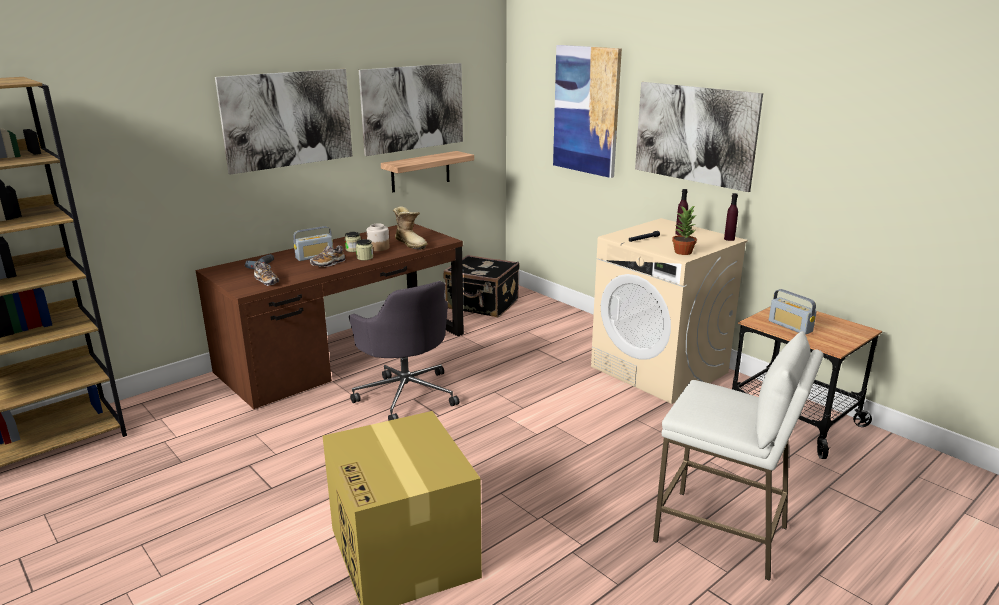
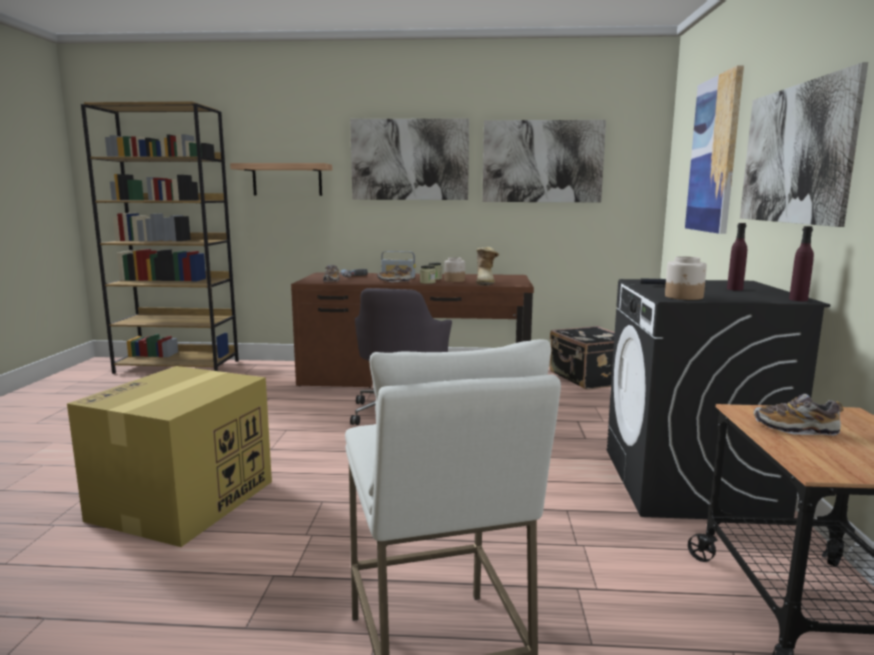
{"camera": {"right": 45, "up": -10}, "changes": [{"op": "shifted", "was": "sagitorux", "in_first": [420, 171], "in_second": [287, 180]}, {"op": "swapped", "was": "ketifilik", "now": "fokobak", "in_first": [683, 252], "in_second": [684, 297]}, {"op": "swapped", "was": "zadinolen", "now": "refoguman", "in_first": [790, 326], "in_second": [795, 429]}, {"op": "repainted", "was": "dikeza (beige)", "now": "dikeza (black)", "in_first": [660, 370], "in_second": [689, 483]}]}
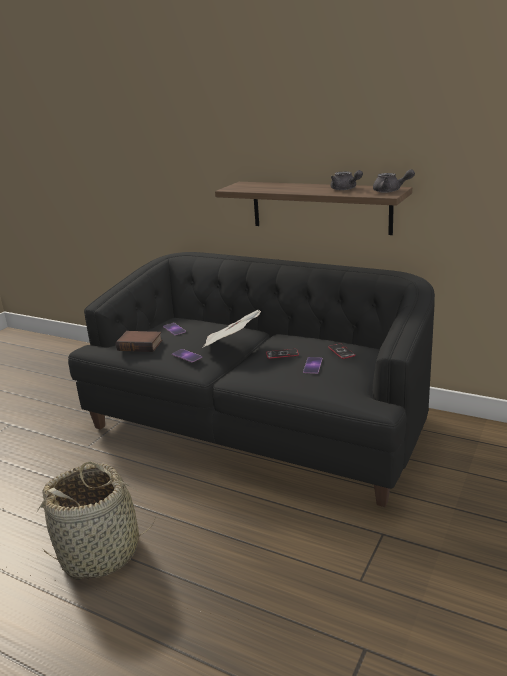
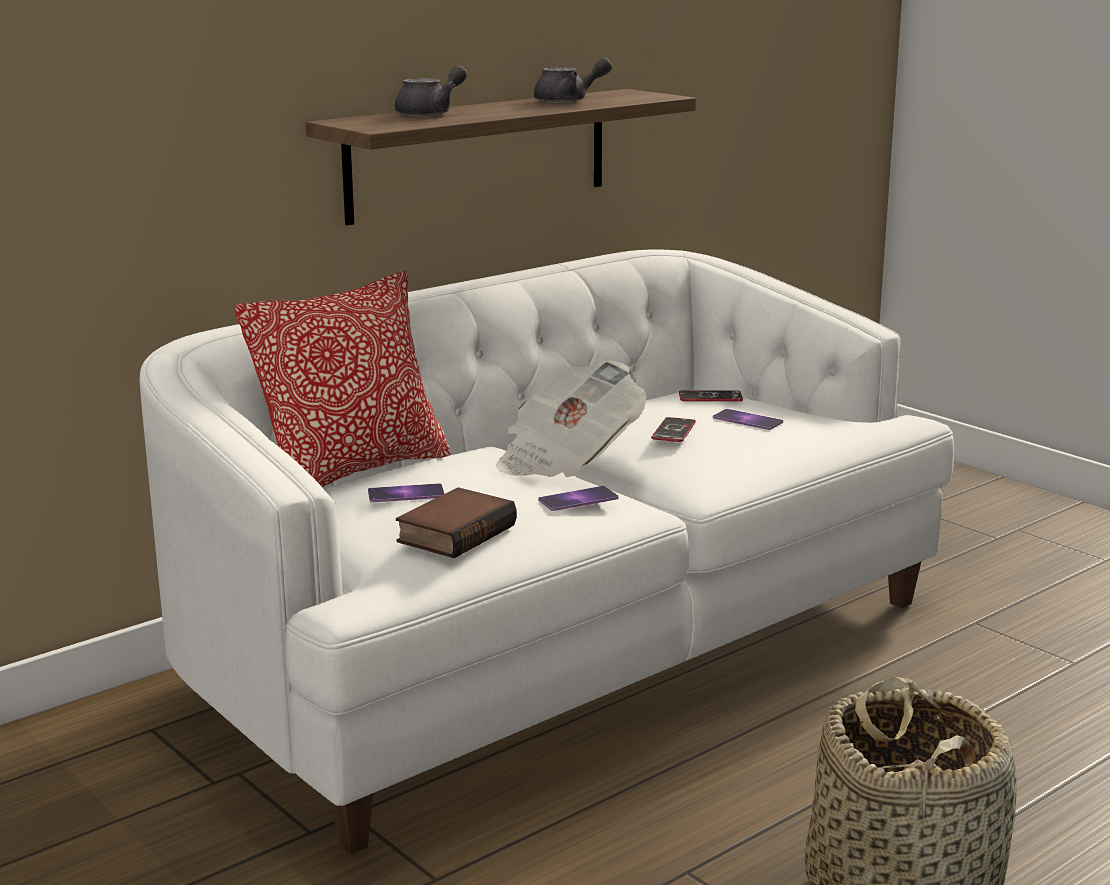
{"camera": {"right": -70, "up": -5}, "changes": [{"op": "new", "now": "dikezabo", "in_second": [353, 471]}, {"op": "shifted", "was": "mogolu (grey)", "in_first": [390, 191], "in_second": [431, 113]}, {"op": "repainted", "was": "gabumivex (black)", "now": "gabumivex (white)", "in_first": [259, 424], "in_second": [557, 649]}]}
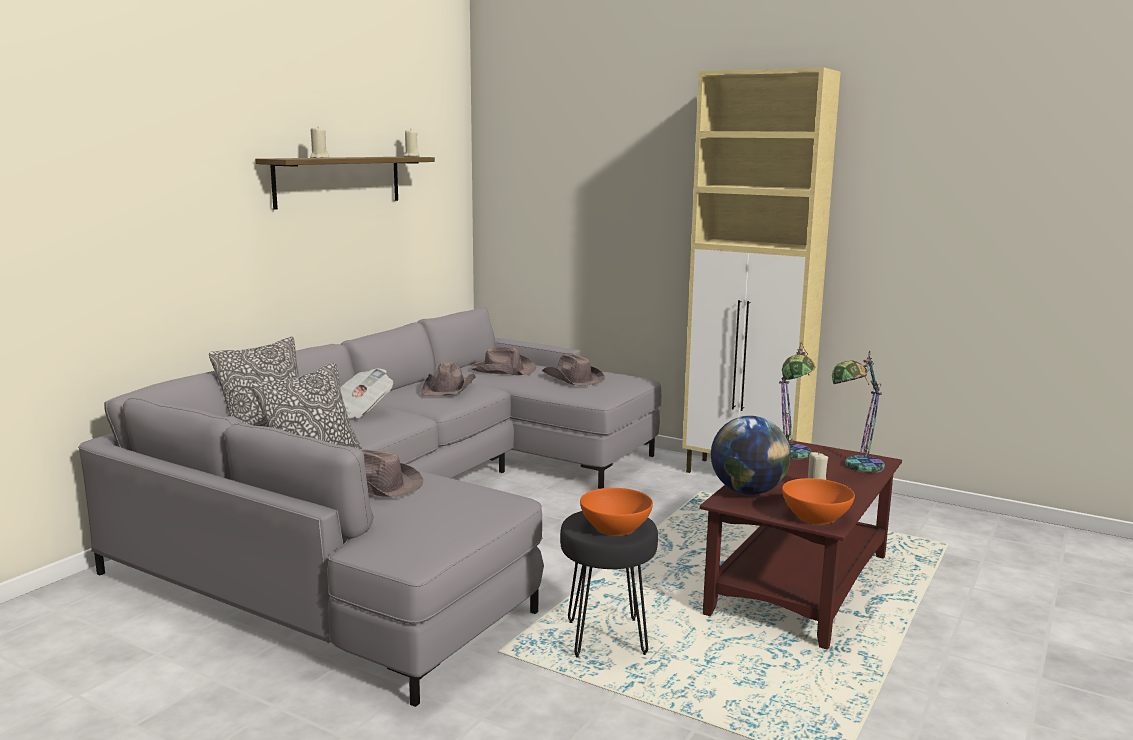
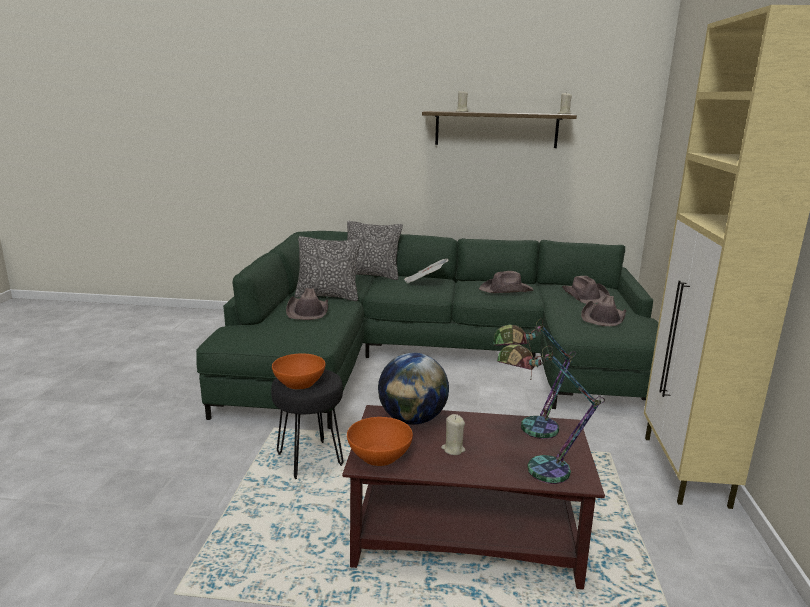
{"camera": {"right": 65, "up": 5}, "changes": [{"op": "repainted", "was": "gabumivex (grey)", "now": "gabumivex (green)", "in_first": [412, 512], "in_second": [433, 358]}]}
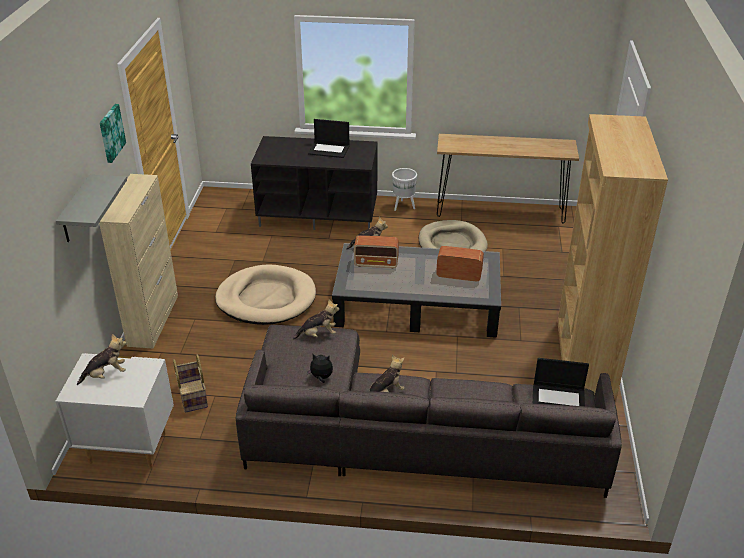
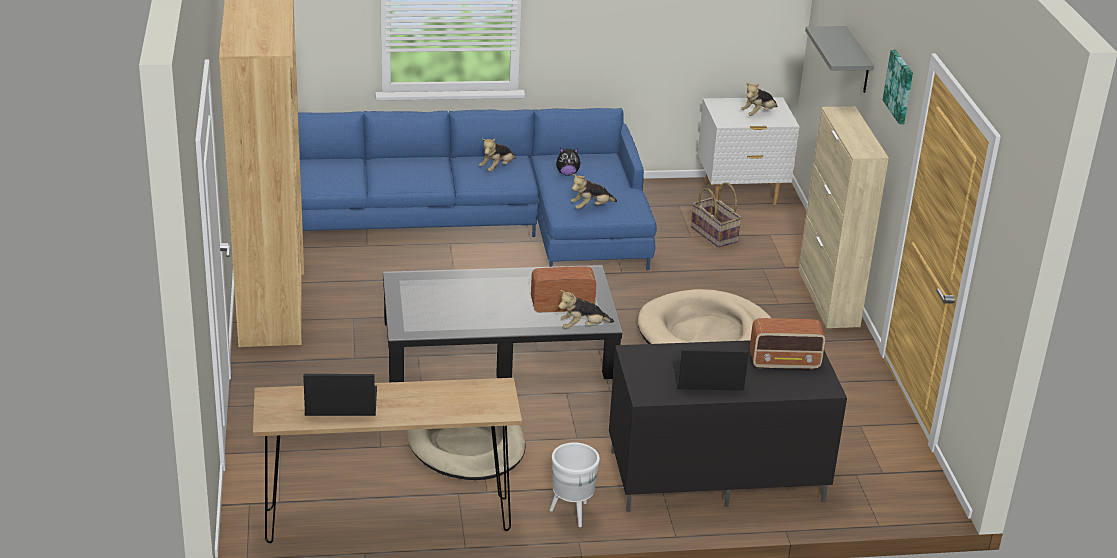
{"camera": {"right": 165, "up": -5}, "changes": [{"op": "shifted", "was": "zadinolen", "in_first": [458, 275], "in_second": [785, 362]}, {"op": "shifted", "was": "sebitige", "in_first": [559, 399], "in_second": [340, 403]}, {"op": "repainted", "was": "gabumivex (grey)", "now": "gabumivex (blue)", "in_first": [405, 435], "in_second": [475, 223]}]}
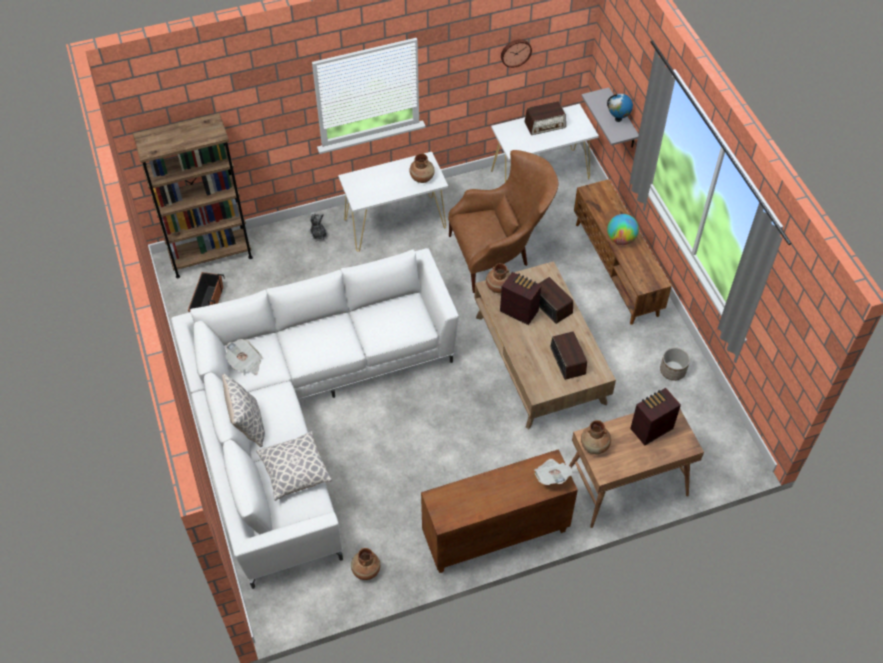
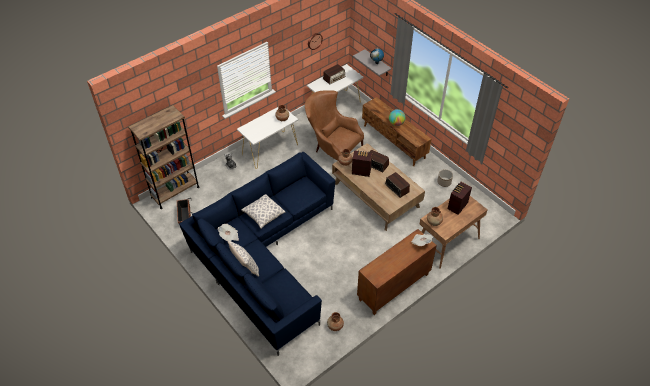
{"camera": {"right": -20, "up": -5}, "changes": [{"op": "shifted", "was": "dikezabo", "in_first": [295, 471], "in_second": [263, 215]}, {"op": "repainted", "was": "gabumivex (white)", "now": "gabumivex (blue)", "in_first": [303, 414], "in_second": [264, 258]}, {"op": "rotated", "was": "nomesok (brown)", "in_first": [500, 253], "in_second": [332, 150], "clockwise": -105}]}
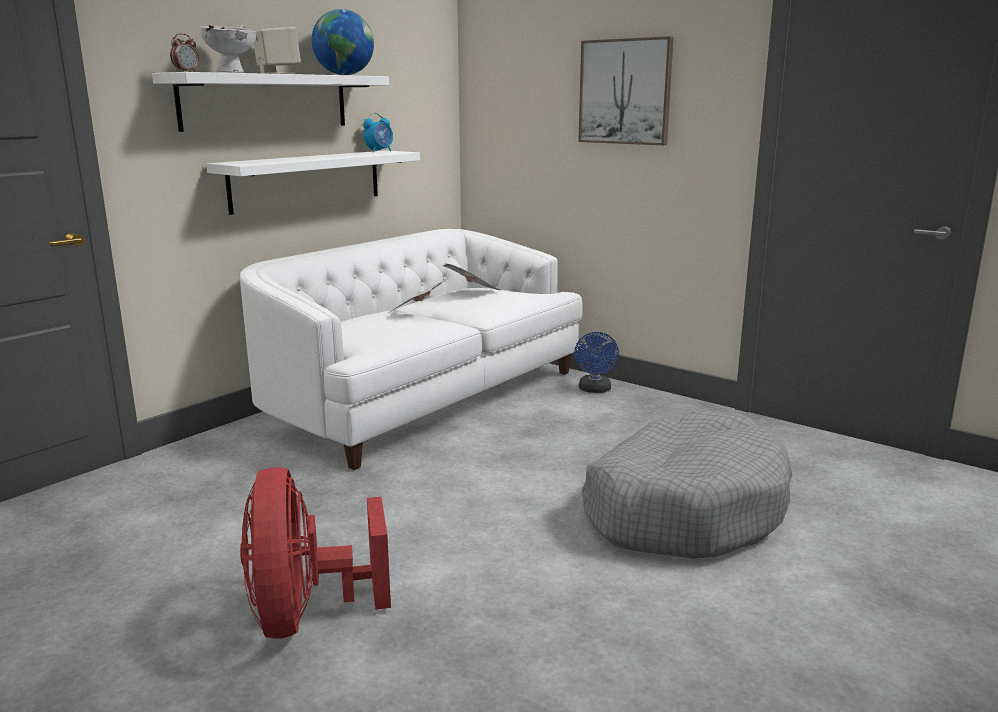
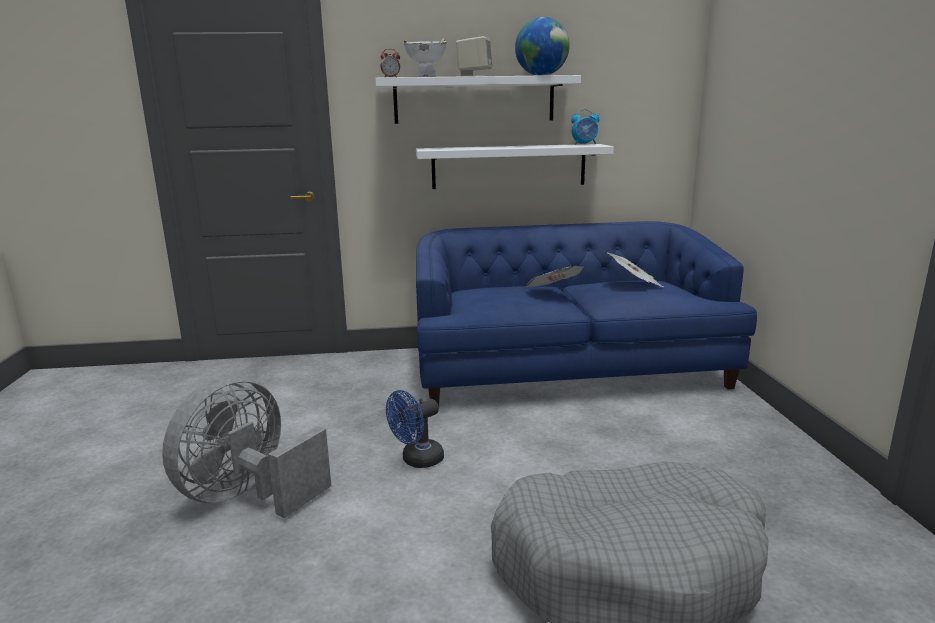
{"camera": {"right": 45, "up": 0}, "changes": [{"op": "gone", "was": "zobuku", "in_first": [625, 92]}, {"op": "shifted", "was": "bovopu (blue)", "in_first": [595, 390], "in_second": [417, 460]}, {"op": "repainted", "was": "gabumivex (white)", "now": "gabumivex (blue)", "in_first": [422, 398], "in_second": [567, 370]}, {"op": "repainted", "was": "bovopu (red)", "now": "bovopu (grey)", "in_first": [307, 615], "in_second": [249, 496]}]}
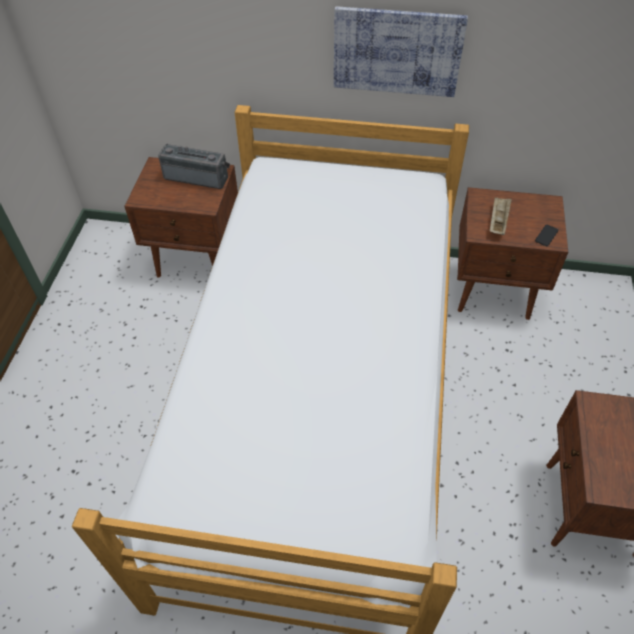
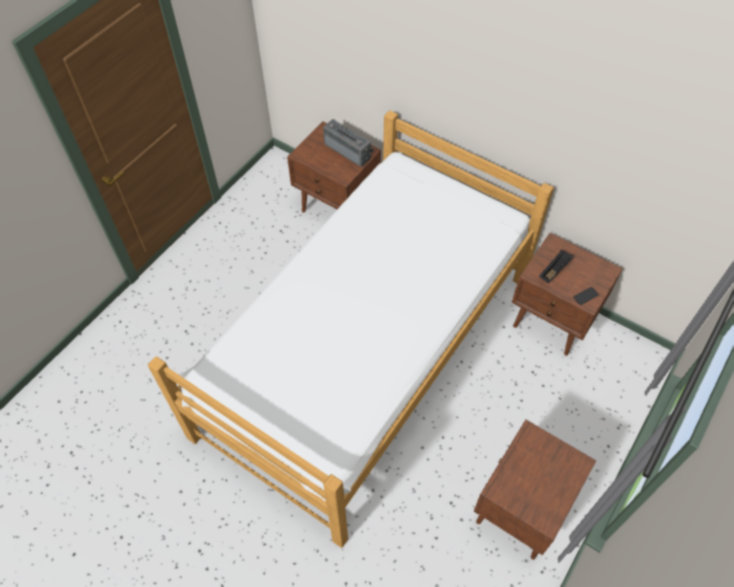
{"camera": {"right": 25, "up": 5}, "changes": [{"op": "gone", "was": "zobuku", "in_first": [397, 51]}, {"op": "repainted", "was": "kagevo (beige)", "now": "kagevo (black)", "in_first": [498, 222], "in_second": [554, 270]}]}
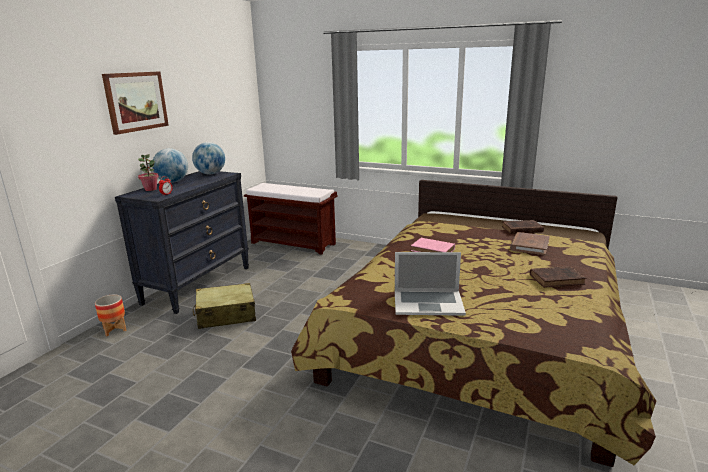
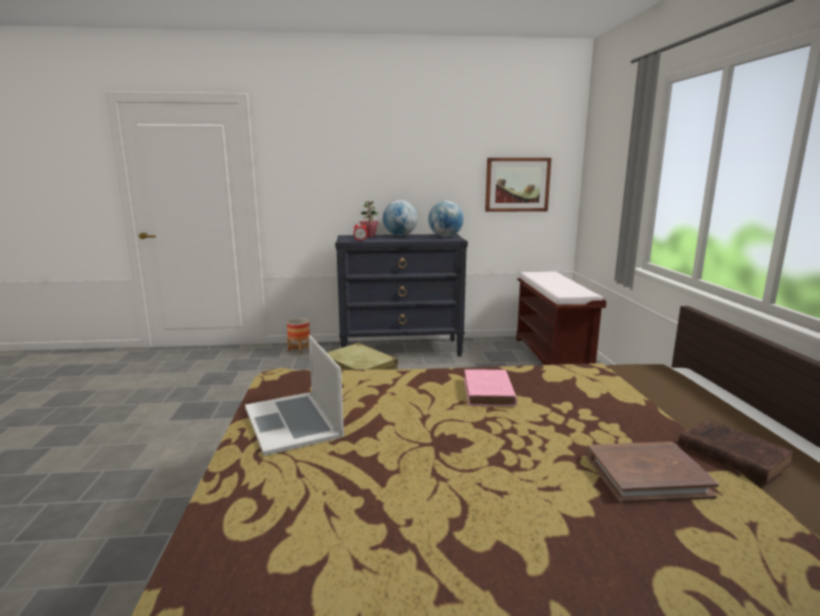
{"camera": {"right": 60, "up": -5}, "changes": [{"op": "gone", "was": "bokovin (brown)", "in_first": [558, 279]}, {"op": "shifted", "was": "zobuku", "in_first": [136, 101], "in_second": [517, 184]}]}
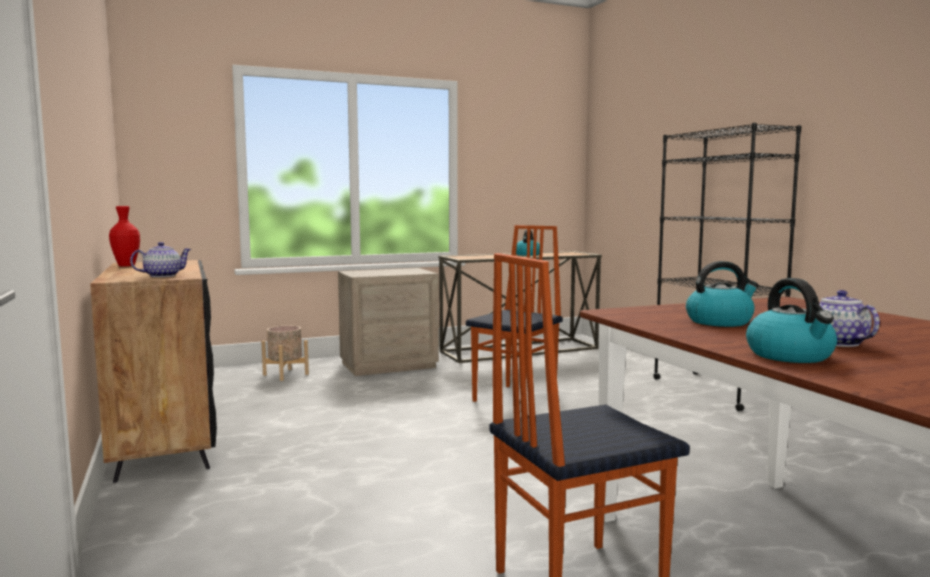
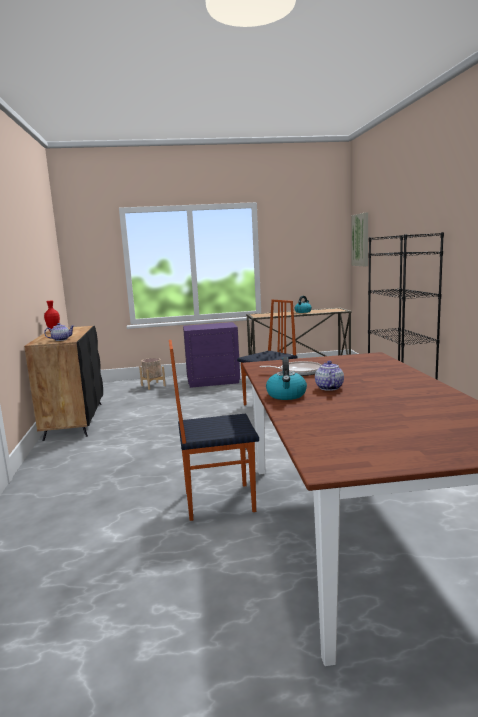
{"camera": {"right": 15, "up": 5}, "changes": [{"op": "new", "now": "zobuku", "in_second": [361, 240]}, {"op": "swapped", "was": "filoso", "now": "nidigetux", "in_first": [720, 322], "in_second": [298, 372]}, {"op": "repainted", "was": "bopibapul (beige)", "now": "bopibapul (purple)", "in_first": [388, 365], "in_second": [213, 381]}]}
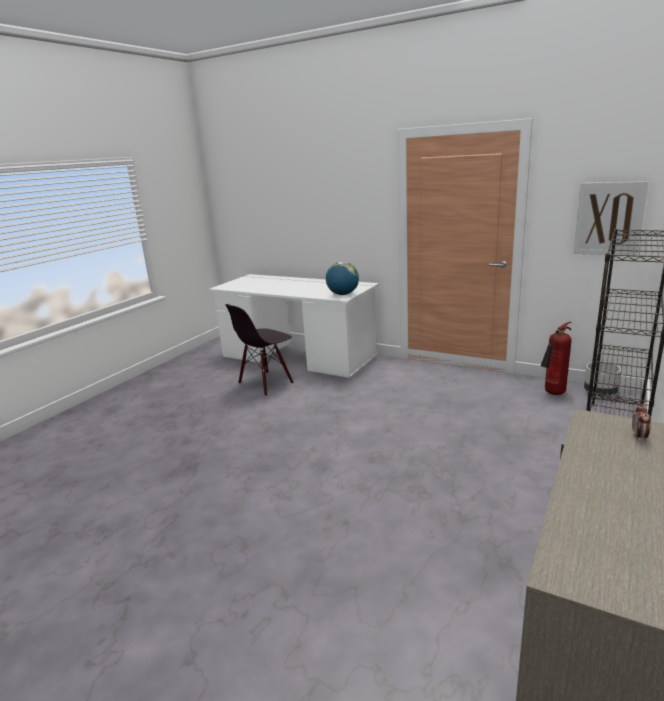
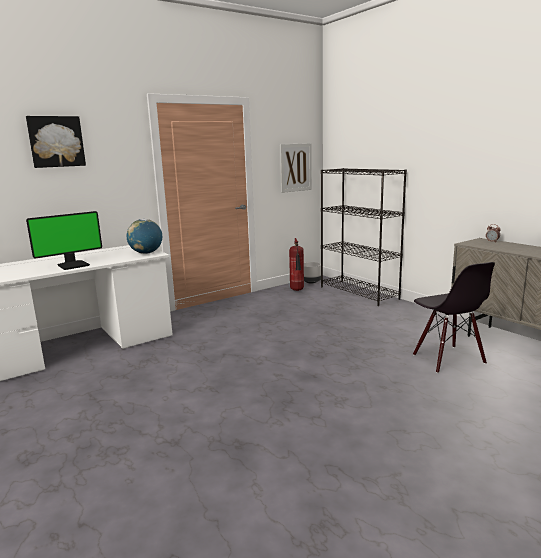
{"camera": {"right": -65, "up": -5}, "changes": [{"op": "new", "now": "zobuku", "in_second": [56, 141]}, {"op": "new", "now": "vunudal", "in_second": [73, 265]}, {"op": "shifted", "was": "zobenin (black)", "in_first": [265, 384], "in_second": [447, 359]}]}
